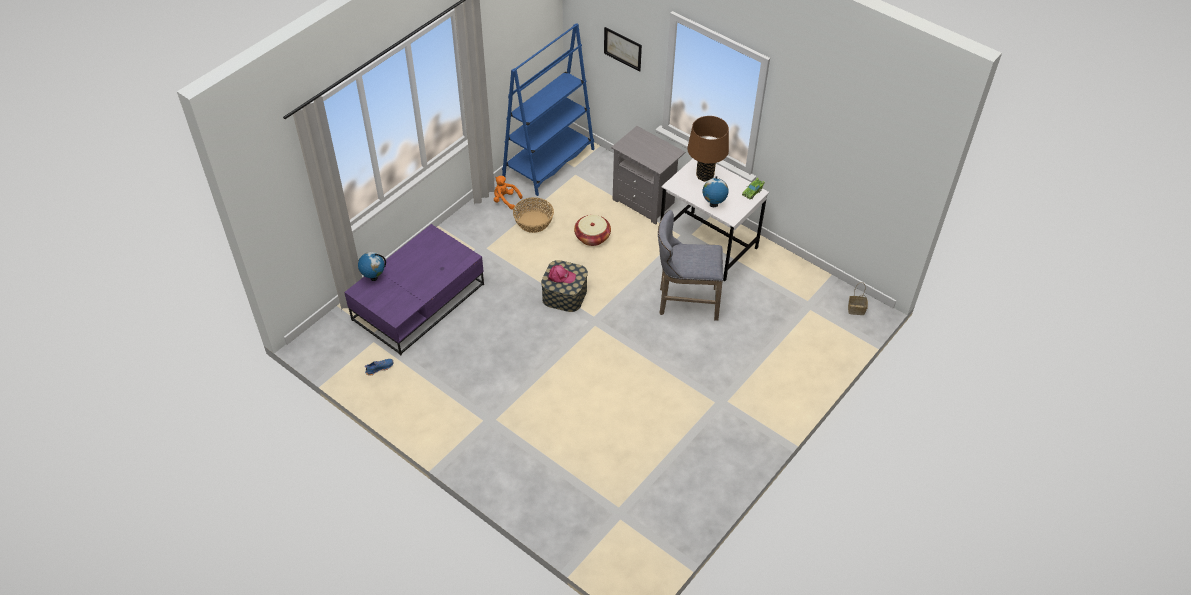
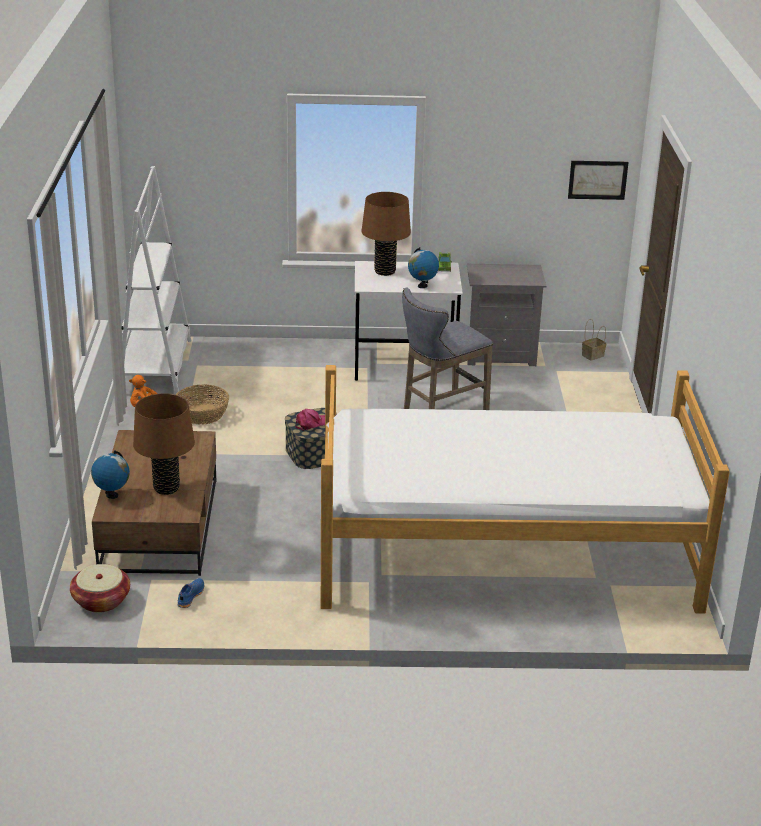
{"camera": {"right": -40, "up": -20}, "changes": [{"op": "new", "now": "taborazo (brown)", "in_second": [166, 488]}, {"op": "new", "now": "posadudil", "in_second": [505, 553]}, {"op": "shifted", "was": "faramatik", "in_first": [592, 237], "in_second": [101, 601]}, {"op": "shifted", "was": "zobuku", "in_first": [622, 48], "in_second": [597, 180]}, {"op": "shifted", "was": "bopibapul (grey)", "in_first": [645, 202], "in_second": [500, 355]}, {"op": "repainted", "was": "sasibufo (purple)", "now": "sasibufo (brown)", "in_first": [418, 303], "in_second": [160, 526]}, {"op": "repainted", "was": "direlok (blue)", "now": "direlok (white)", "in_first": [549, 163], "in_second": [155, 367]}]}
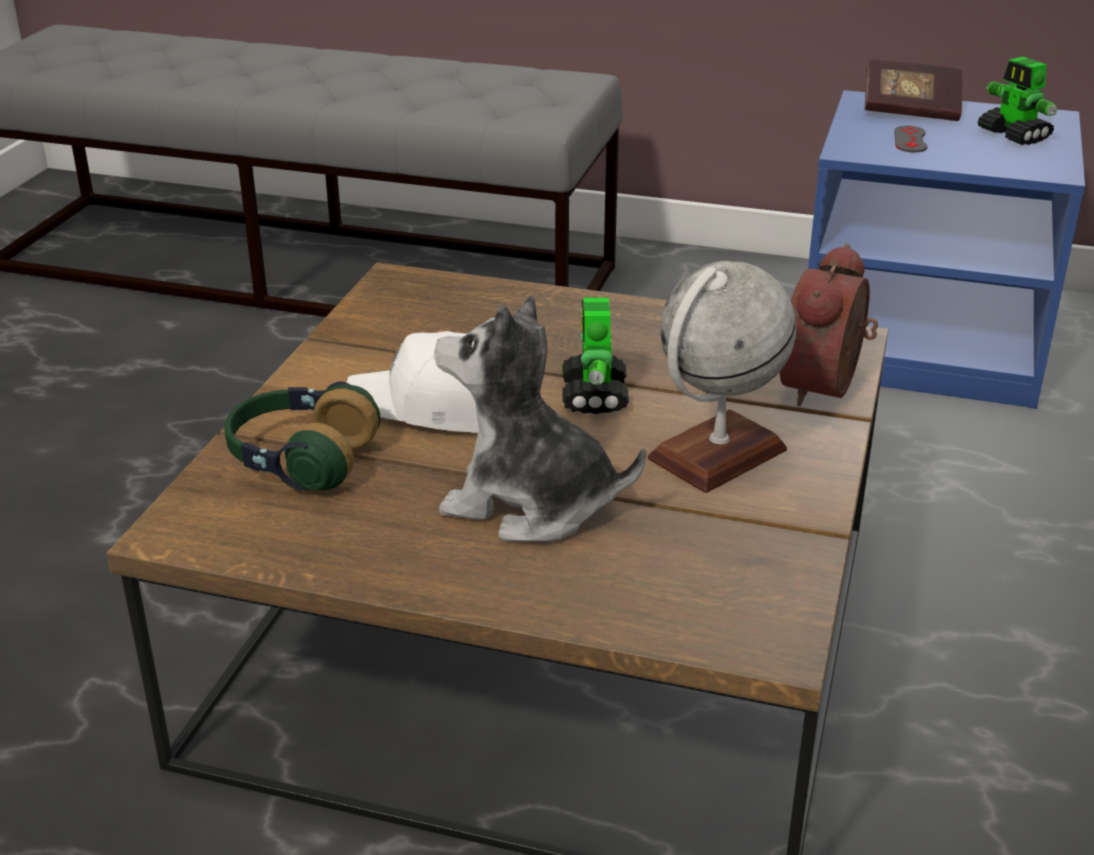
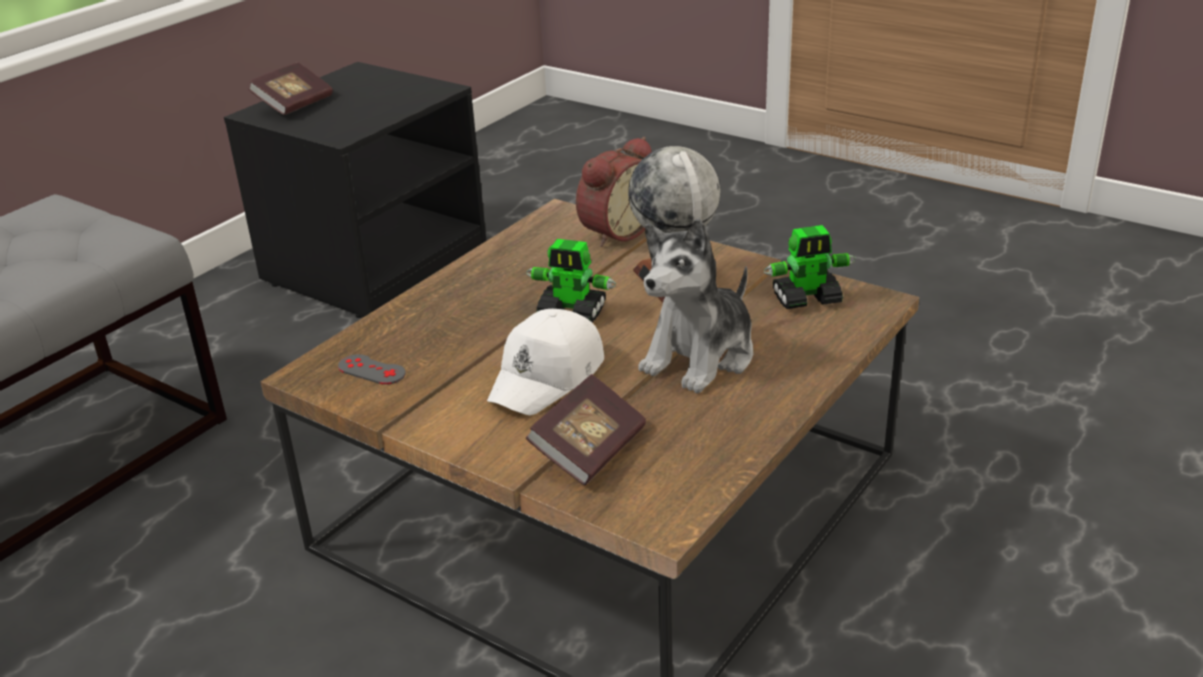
{"camera": {"right": -70, "up": 0}, "changes": [{"op": "shifted", "was": "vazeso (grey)", "in_first": [910, 140], "in_second": [371, 370]}, {"op": "shifted", "was": "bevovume", "in_first": [1014, 135], "in_second": [807, 299]}, {"op": "swapped", "was": "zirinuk", "now": "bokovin", "in_first": [300, 460], "in_second": [589, 450]}, {"op": "repainted", "was": "bopibapul (blue)", "now": "bopibapul (black)", "in_first": [923, 346], "in_second": [375, 262]}, {"op": "rotated", "was": "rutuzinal", "in_first": [827, 387], "in_second": [615, 231], "clockwise": -90}]}
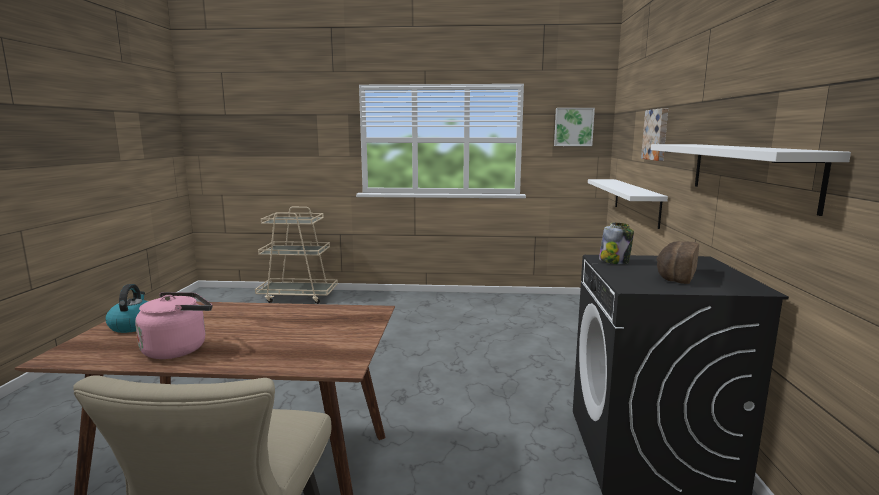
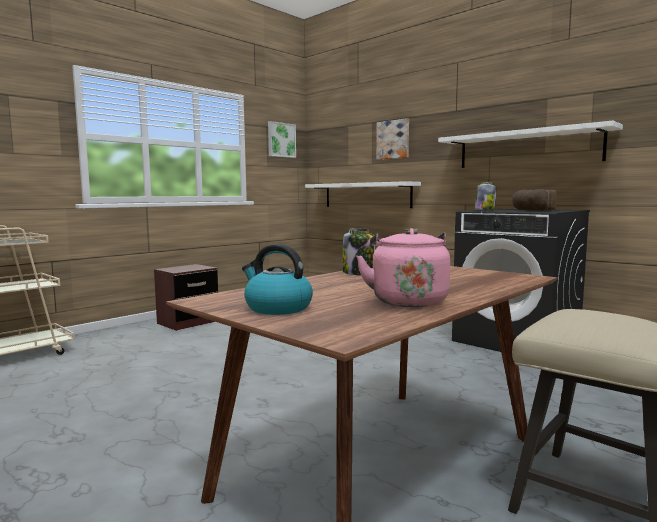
{"camera": {"right": -50, "up": -5}, "changes": [{"op": "new", "now": "bopibapul (brown)", "in_second": [188, 322]}, {"op": "new", "now": "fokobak", "in_second": [359, 273]}]}
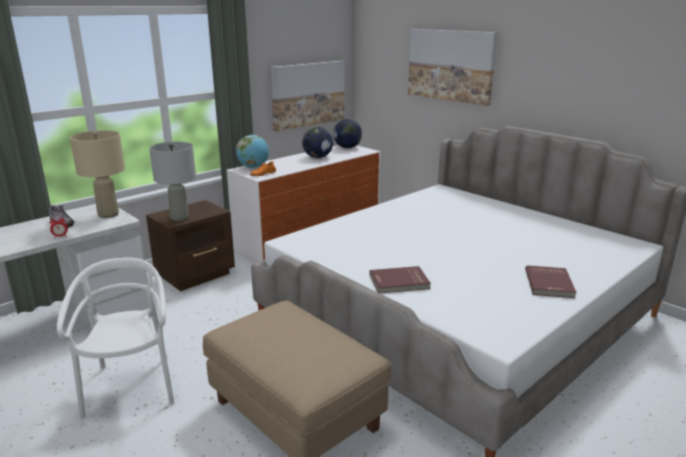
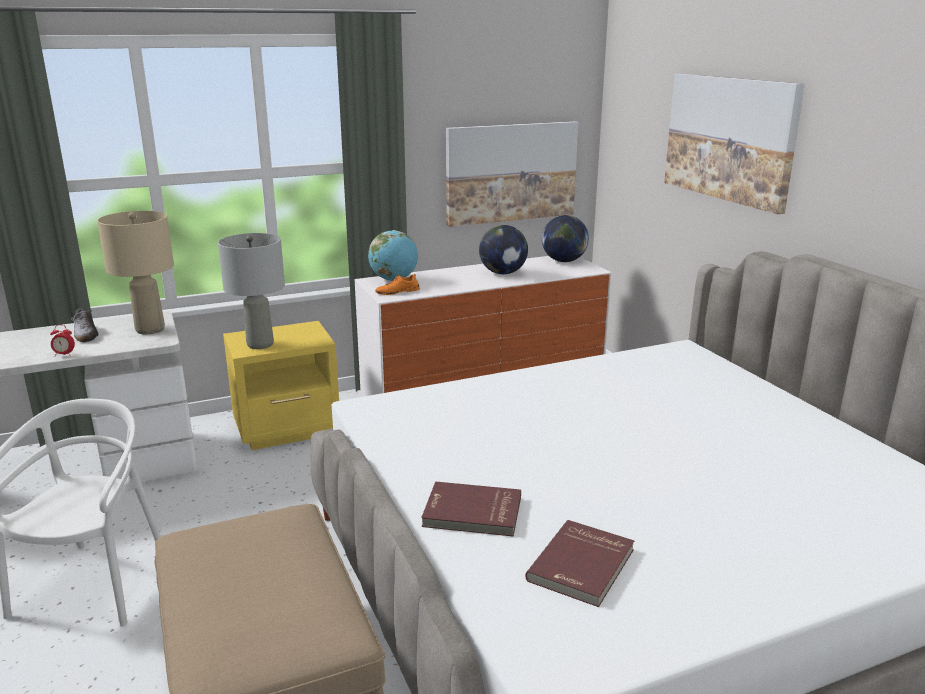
{"camera": {"right": 20, "up": 0}, "changes": [{"op": "shifted", "was": "bokovin (red)", "in_first": [550, 284], "in_second": [583, 566]}, {"op": "repainted", "was": "bopibapul (brown)", "now": "bopibapul (yellow)", "in_first": [197, 275], "in_second": [288, 429]}]}
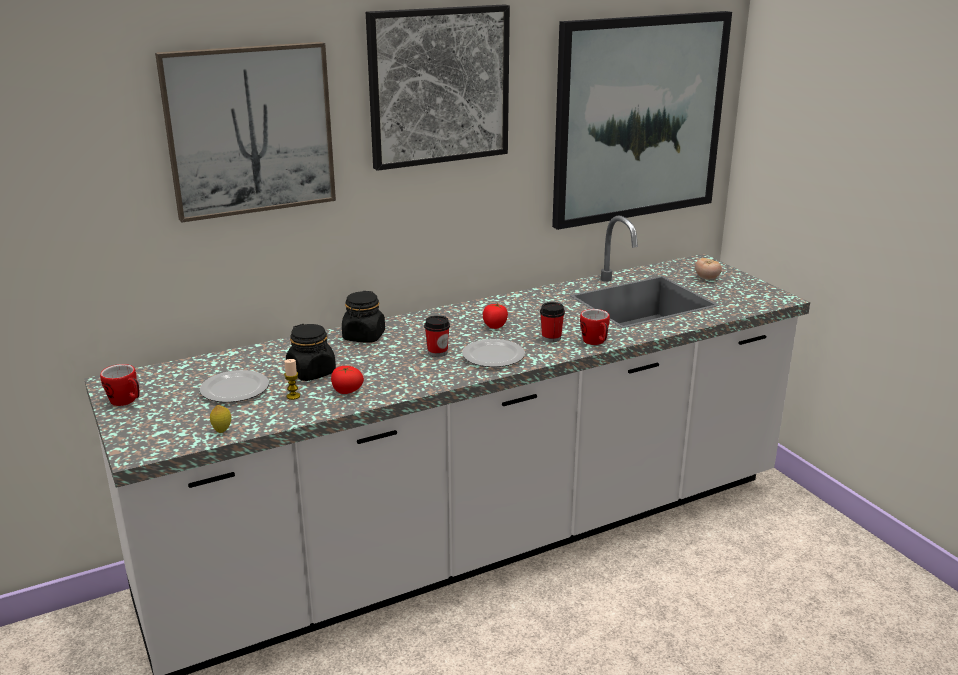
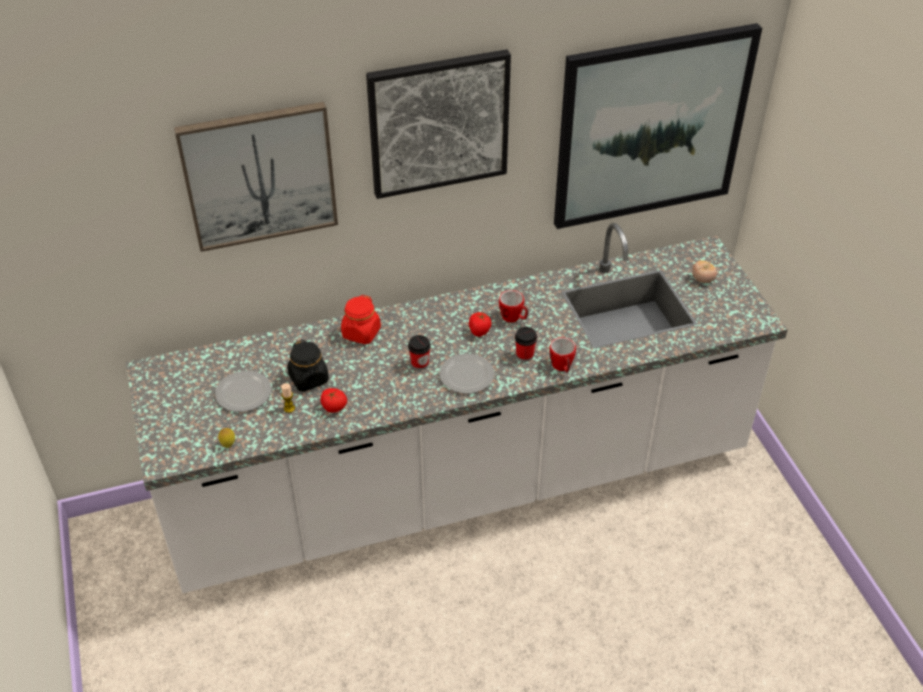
{"camera": {"right": 10, "up": 20}, "changes": [{"op": "shifted", "was": "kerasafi", "in_first": [126, 402], "in_second": [514, 318]}, {"op": "repainted", "was": "fokobak (black)", "now": "fokobak (red)", "in_first": [364, 336], "in_second": [361, 333]}]}
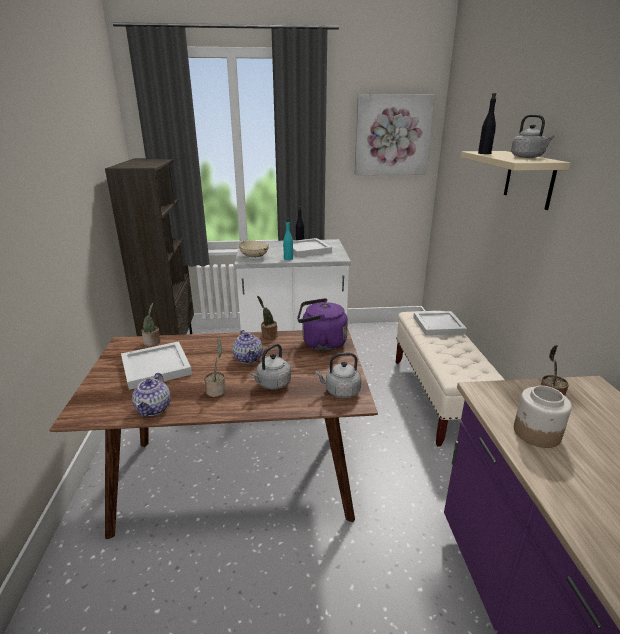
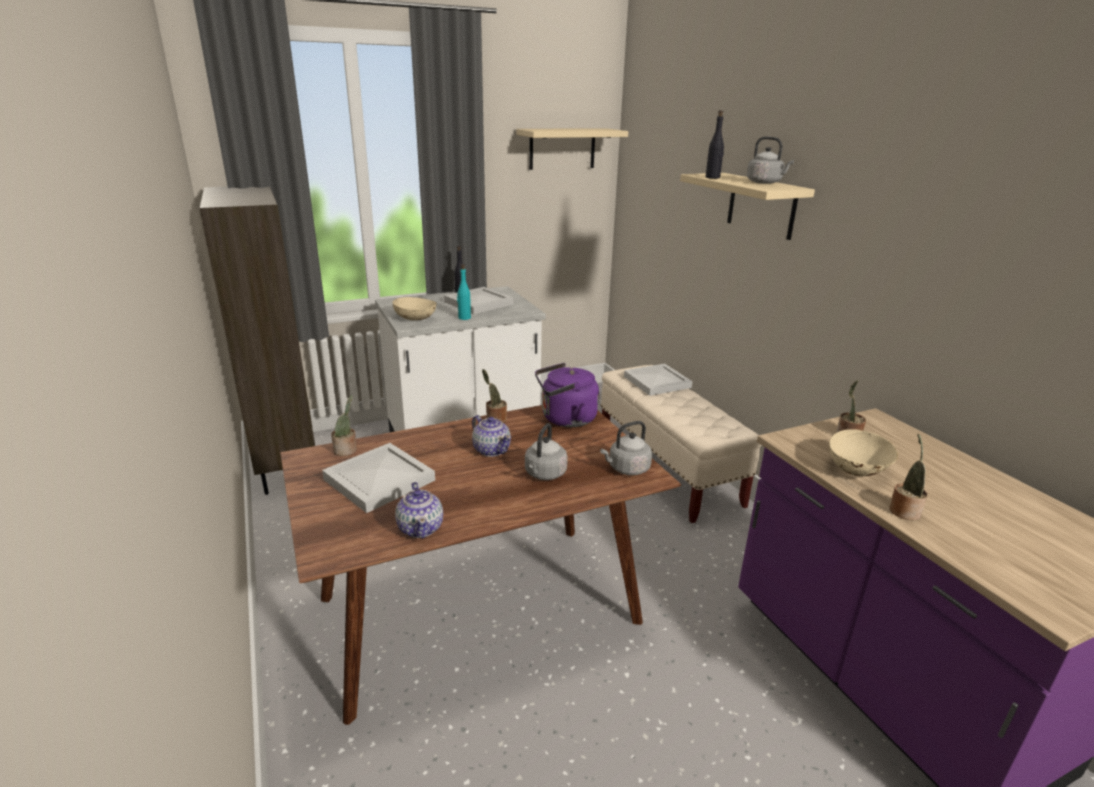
{"camera": {"right": -20, "up": 0}, "changes": [{"op": "shifted", "was": "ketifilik", "in_first": [217, 390], "in_second": [904, 510]}, {"op": "swapped", "was": "zobuku", "now": "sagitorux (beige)", "in_first": [392, 135], "in_second": [562, 148]}, {"op": "swapped", "was": "fokobak", "now": "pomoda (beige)", "in_first": [536, 433], "in_second": [857, 470]}]}
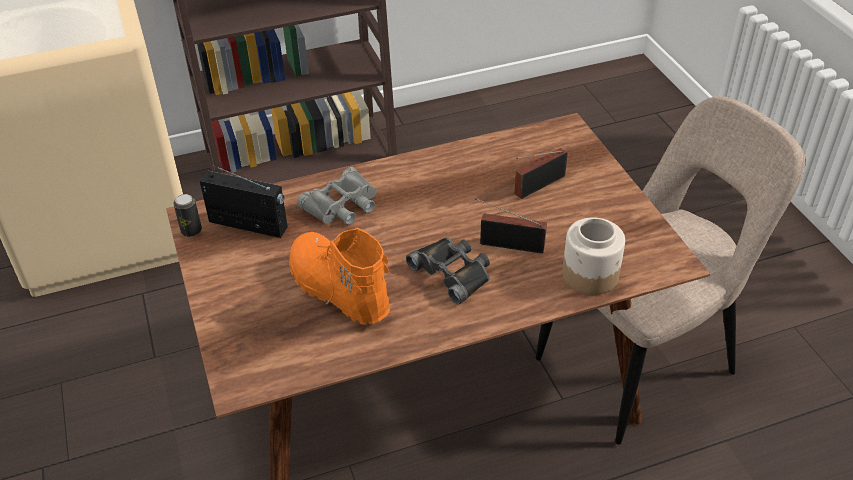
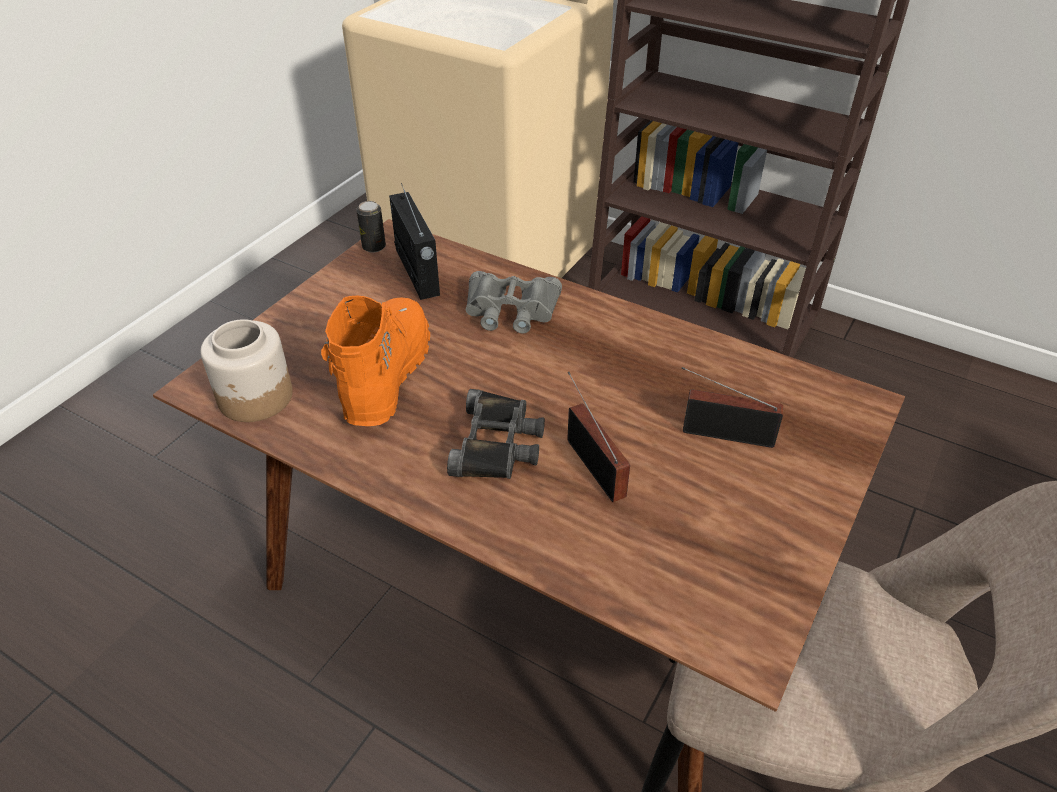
{"camera": {"right": 50, "up": 0}, "changes": [{"op": "shifted", "was": "fokobak", "in_first": [591, 275], "in_second": [256, 397]}]}
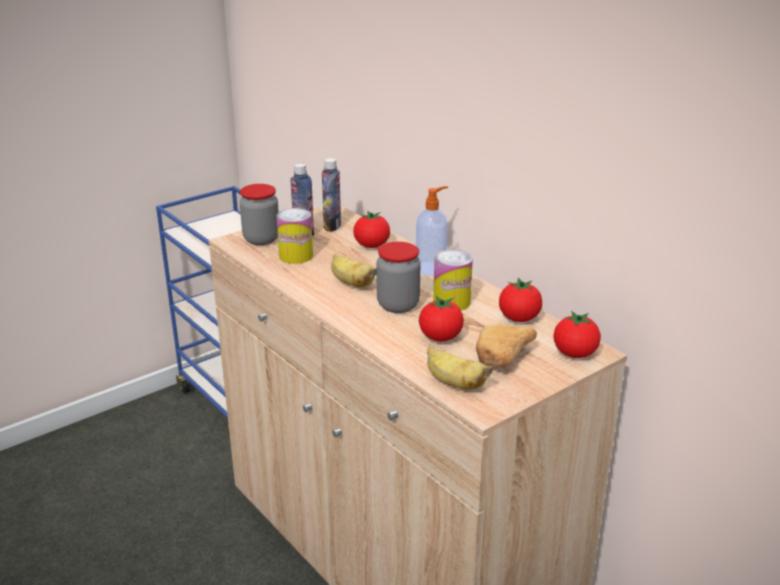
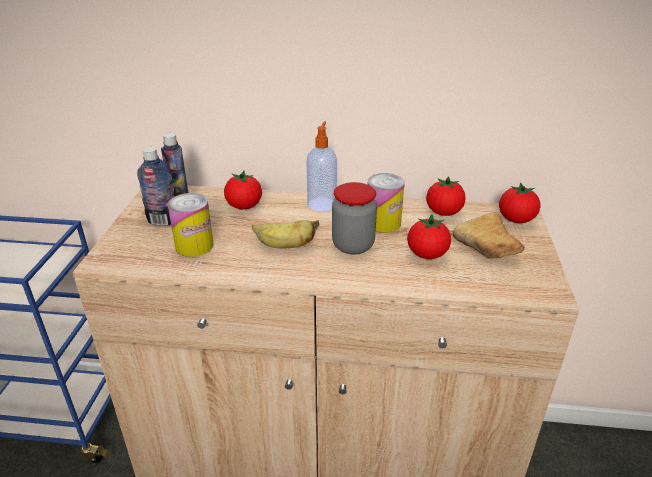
{"camera": {"right": -45, "up": 5}, "changes": [{"op": "gone", "was": "fokobak", "in_first": [261, 239]}, {"op": "gone", "was": "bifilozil", "in_first": [454, 383]}]}
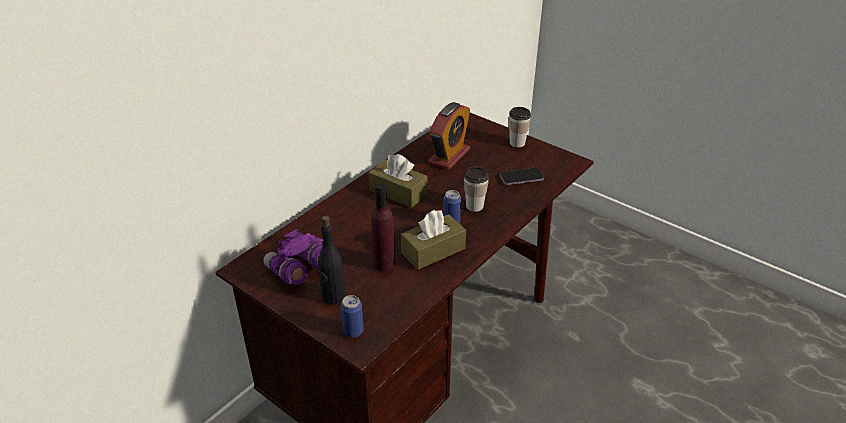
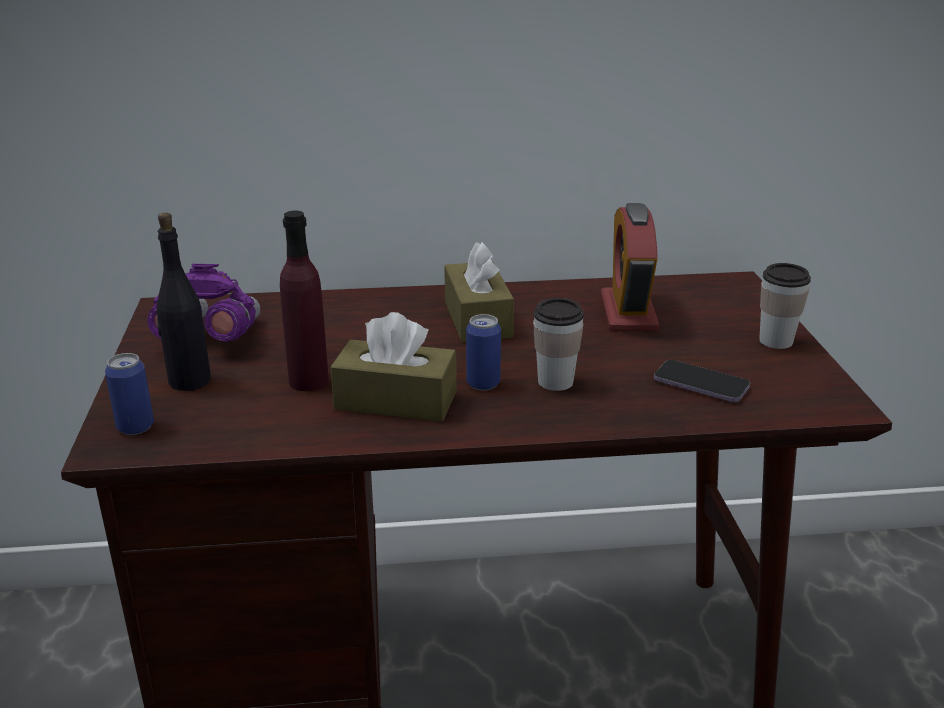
{"camera": {"right": 45, "up": -10}, "changes": [{"op": "rotated", "was": "rutuzinal", "in_first": [449, 156], "in_second": [628, 312], "clockwise": 105}]}
